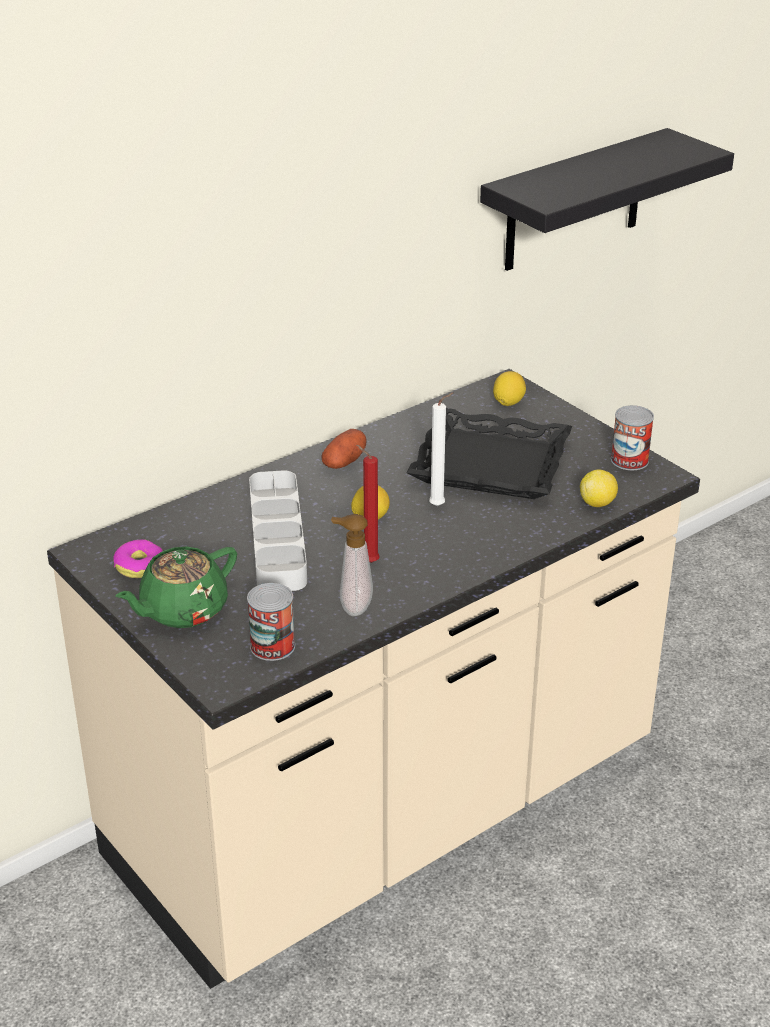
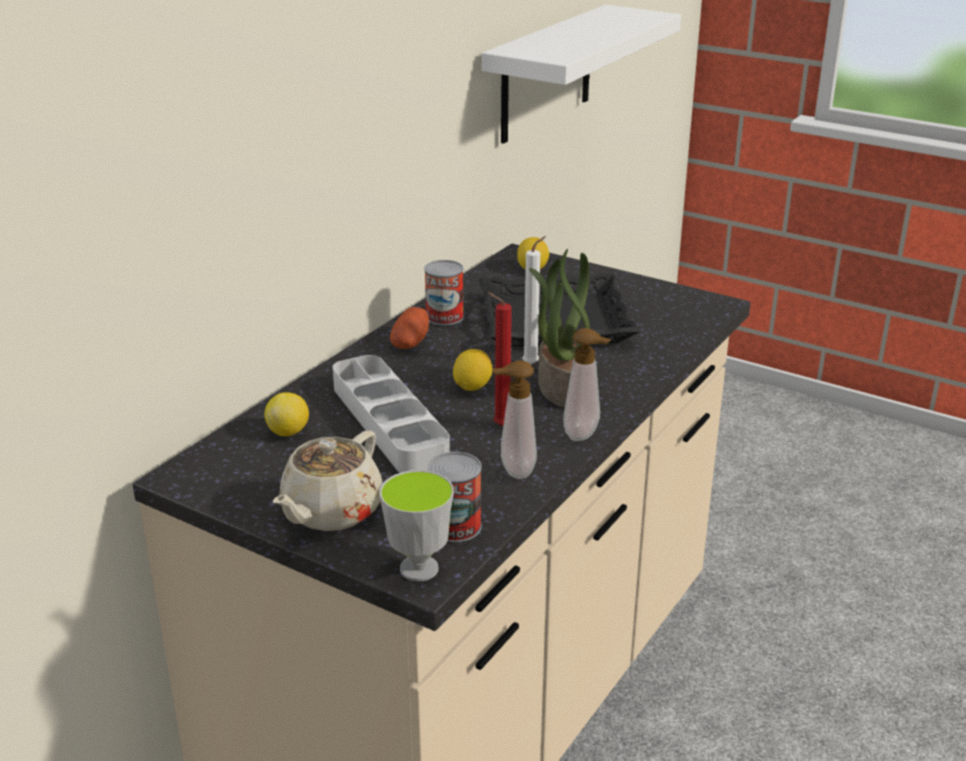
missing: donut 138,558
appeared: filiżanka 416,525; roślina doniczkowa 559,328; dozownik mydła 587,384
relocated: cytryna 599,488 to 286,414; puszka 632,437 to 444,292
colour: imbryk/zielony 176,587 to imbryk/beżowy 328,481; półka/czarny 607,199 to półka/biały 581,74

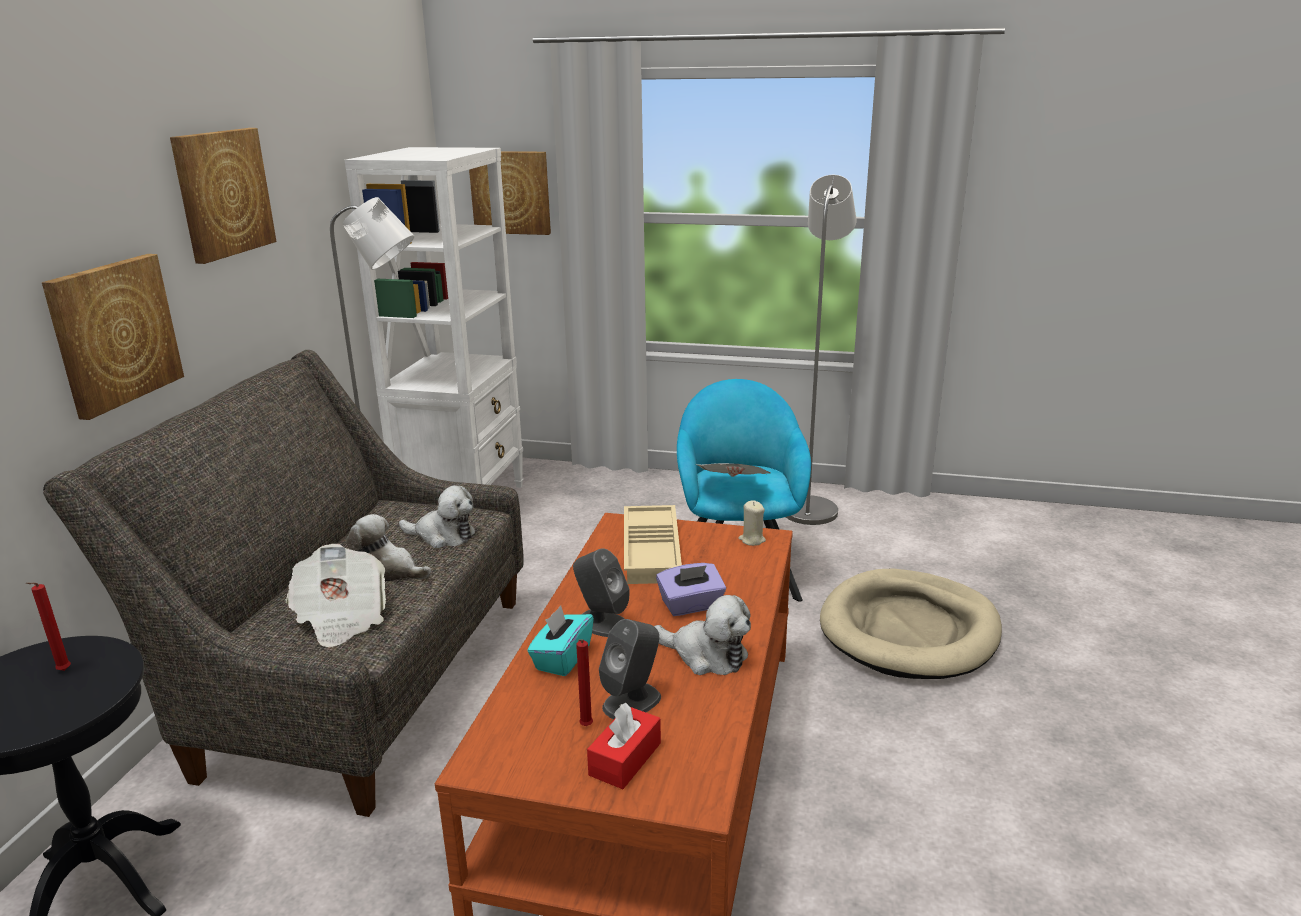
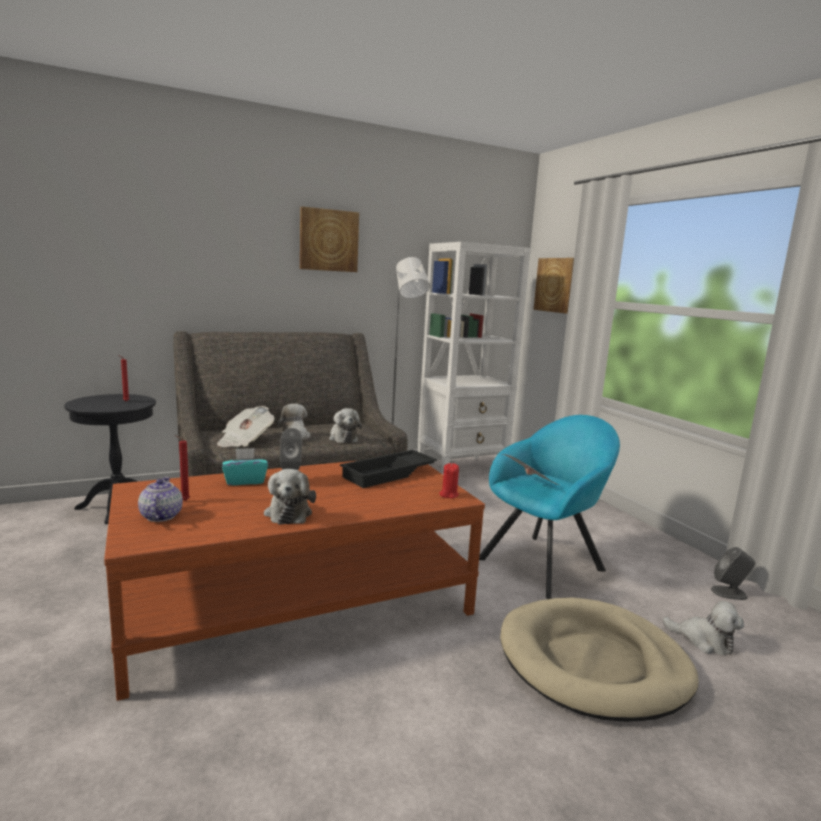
missing: obraz 113,337; pudełko chusteczek/fioletowy 691,589; lampa stojąca/szary 821,350
appeared: pluszak 703,628
relocated: głośnik/szary 630,669 to 733,573
exchanged: pudełko chusteczek/czerwony 624,746 to imbryk 160,499
colour: taca/beżowy 653,544 to taca/czarny 388,469; świeca/beżowy 752,523 to świeca/czerwony 449,481

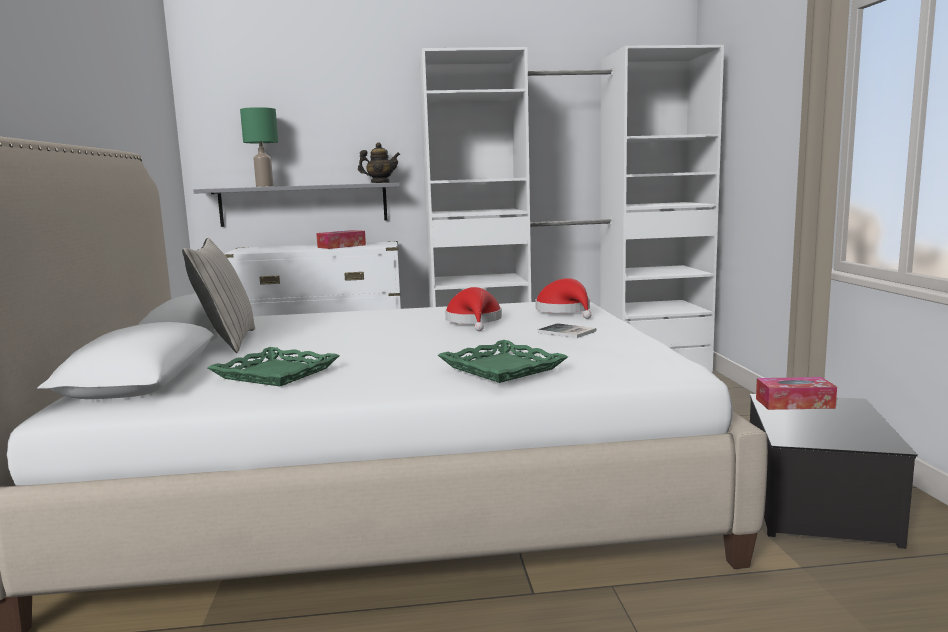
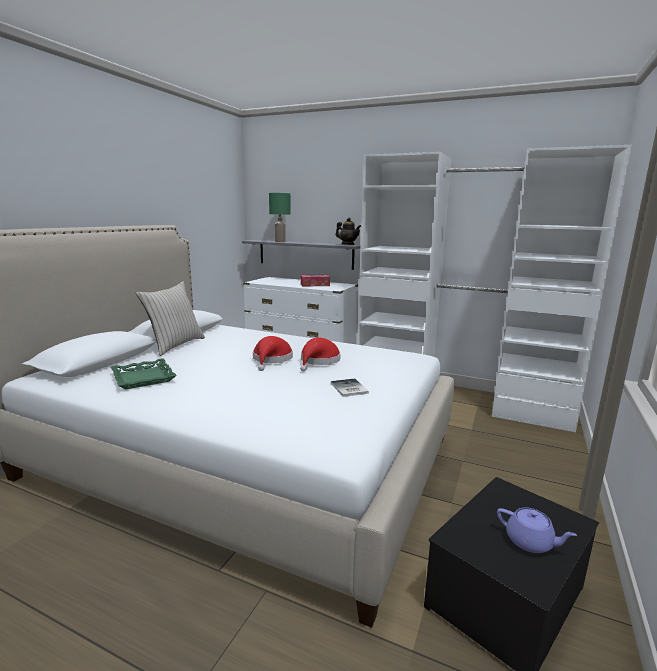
missing: taca/zielony 503,361; pudełko chusteczek 796,393
appeared: imbryk/fioletowy 537,530
relocated: kapelusz/czerwony 563,298 to 273,353

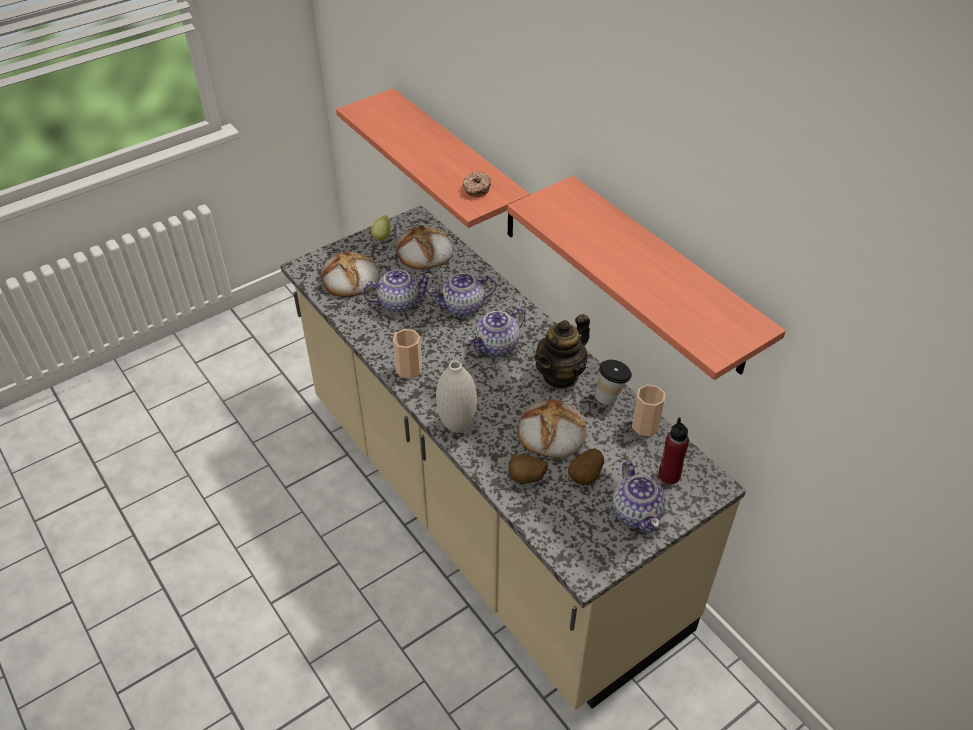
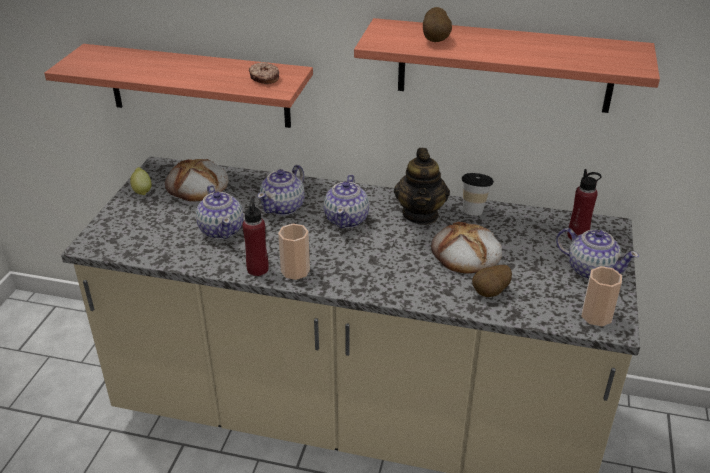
missing: chleb 350,274; wazon/biały 456,397
appeared: butelka/czerwony 255,236
relocated: ziemniak 586,466 to 437,24; filiżanka 649,410 to 601,296
spun: imbryk 397,291 = 220,212 120 degrees clockwise

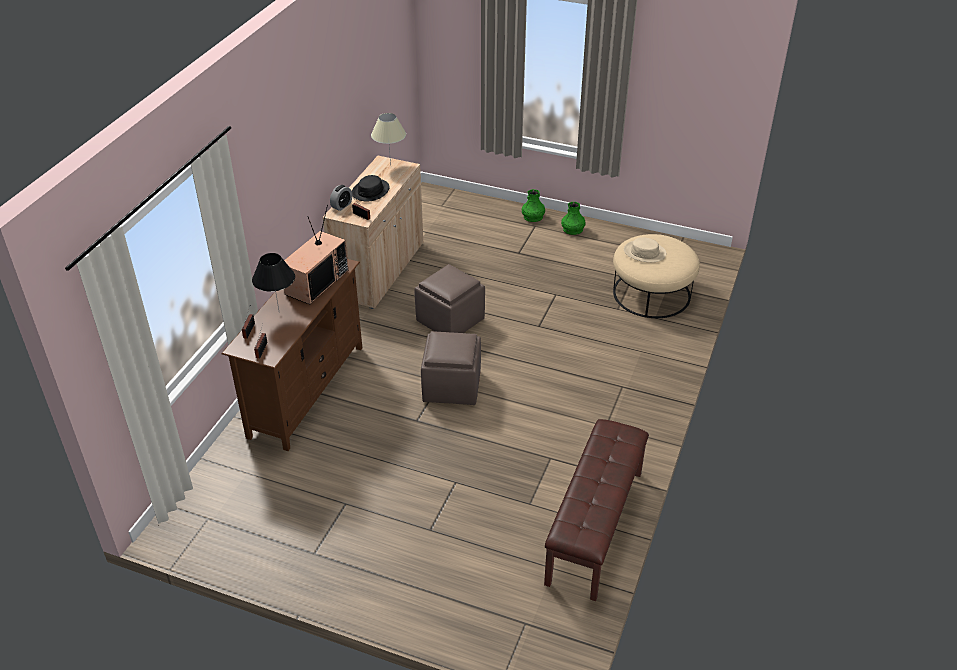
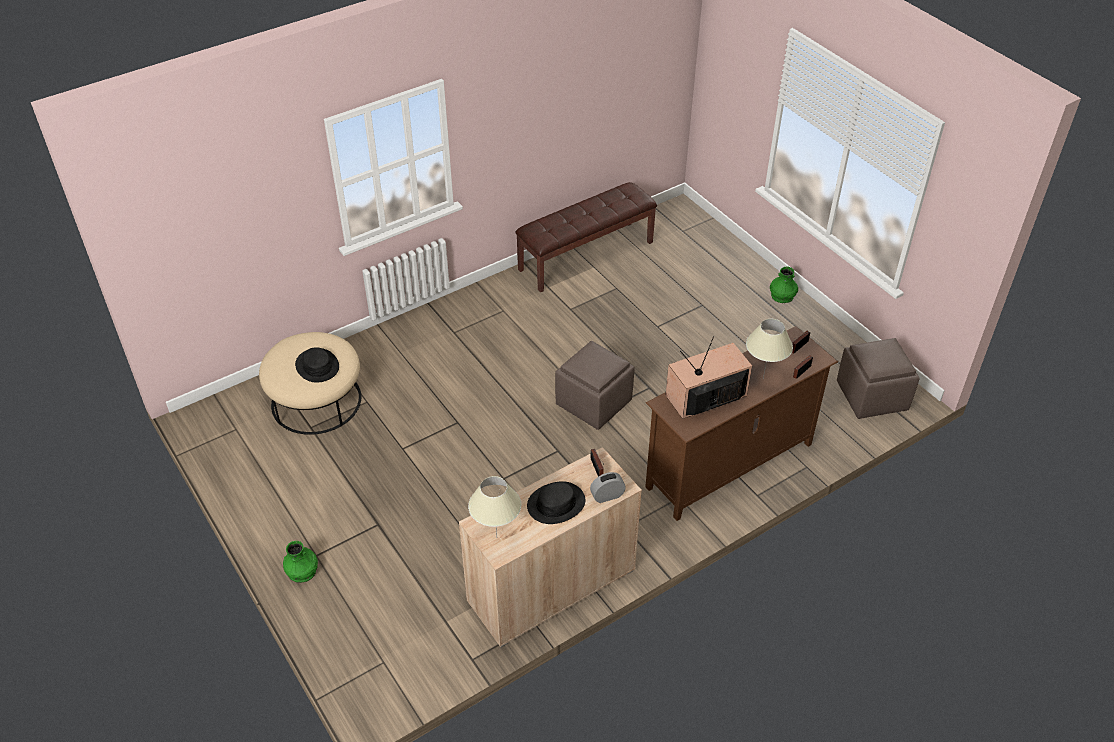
relocated: pufa/brązowy 449,298 to 878,378; wazon/zielony 573,218 to 784,285
colour: lampa stołowa/czarny 273,281 to lampa stołowa/beżowy 769,349; kapelusz/beżowy 645,249 to kapelusz/czarny 317,365

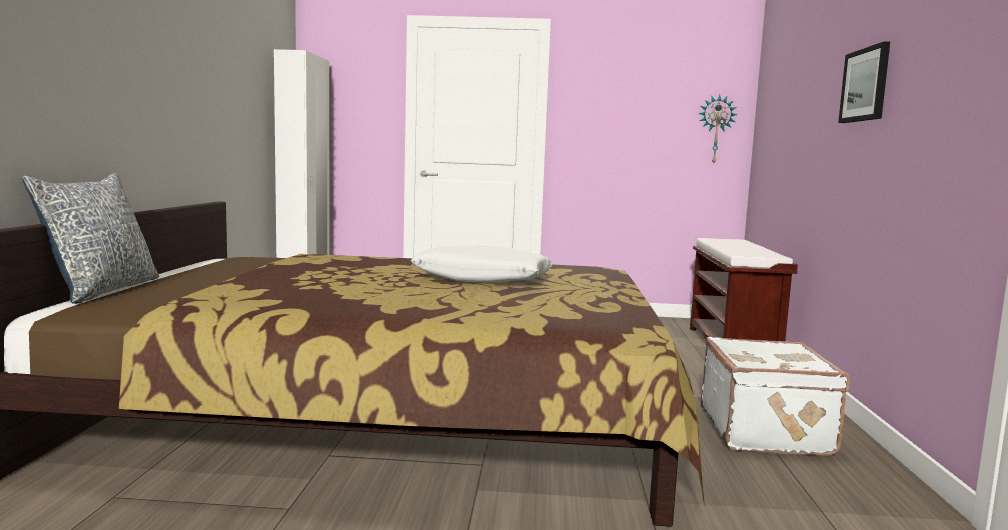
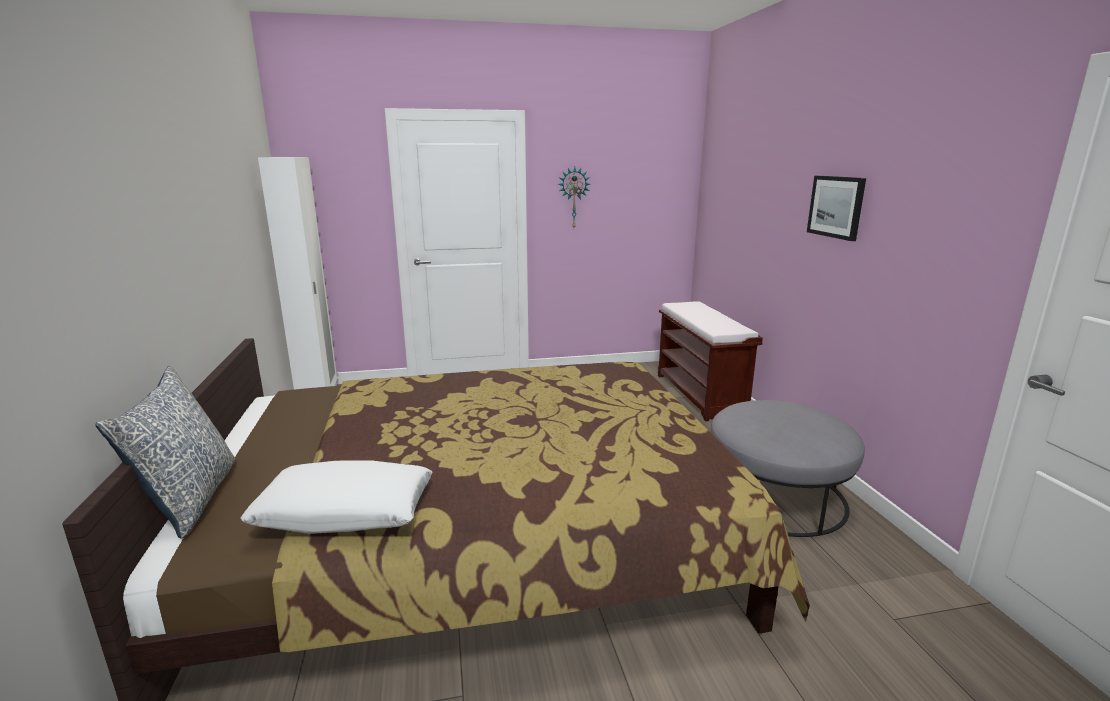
relocated: poduszka/biały 481,264 to 336,497; zegar ścienny 717,129 to 574,197
exchanged: walizka/biały 775,396 to pufa/szary 787,468

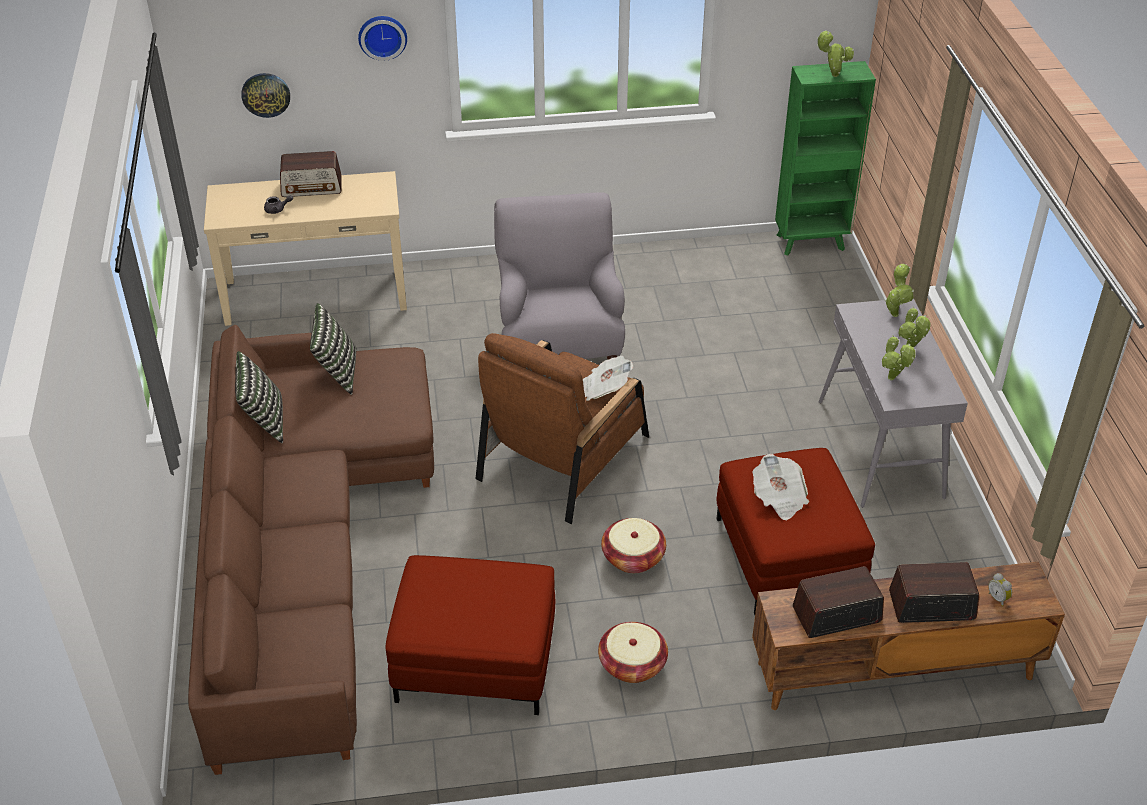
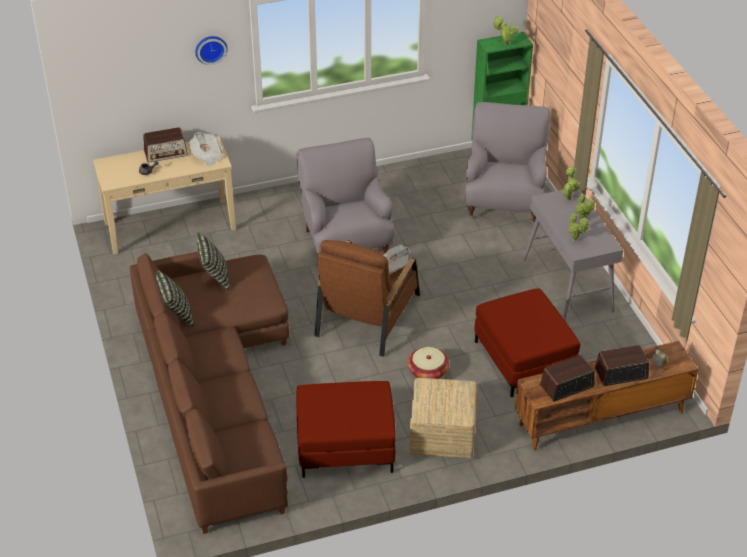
missing: zegar ścienny 265,95
appeared: fotel/szary 507,163
relocated: gazeta 780,487 to 206,149
exchanged: koszyk 633,652 to pufa 443,418

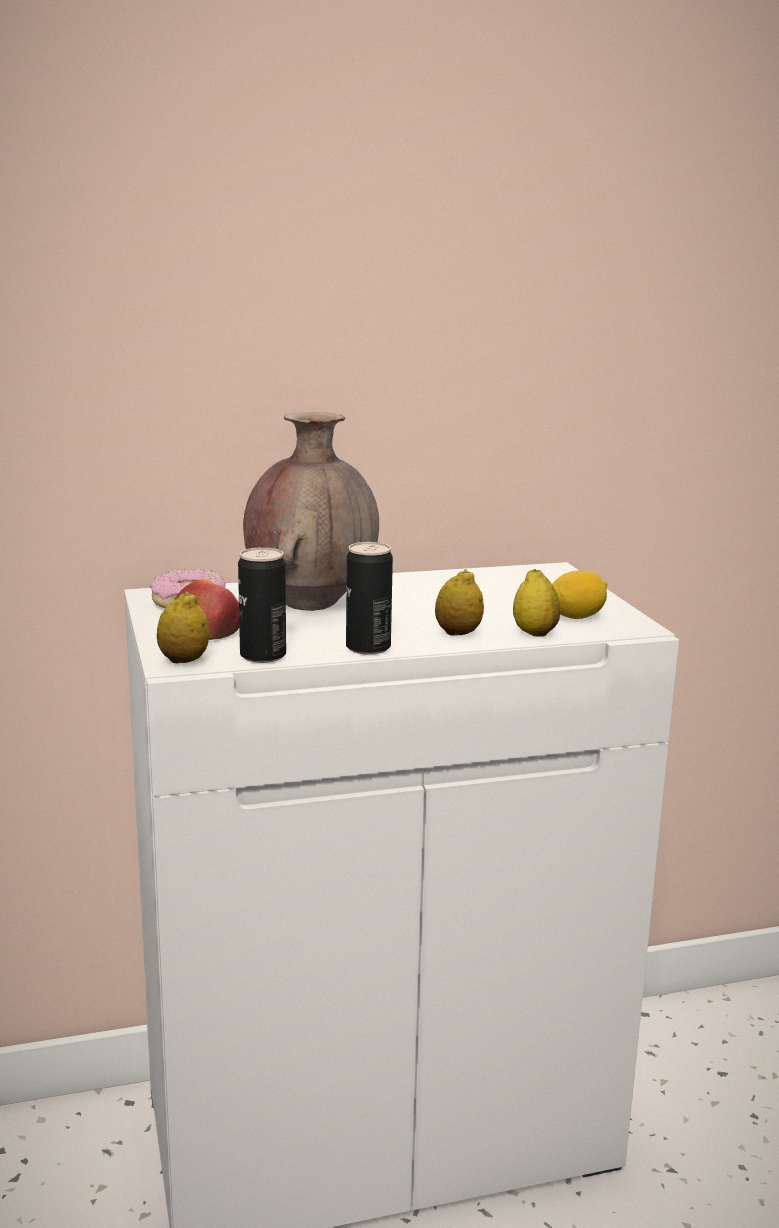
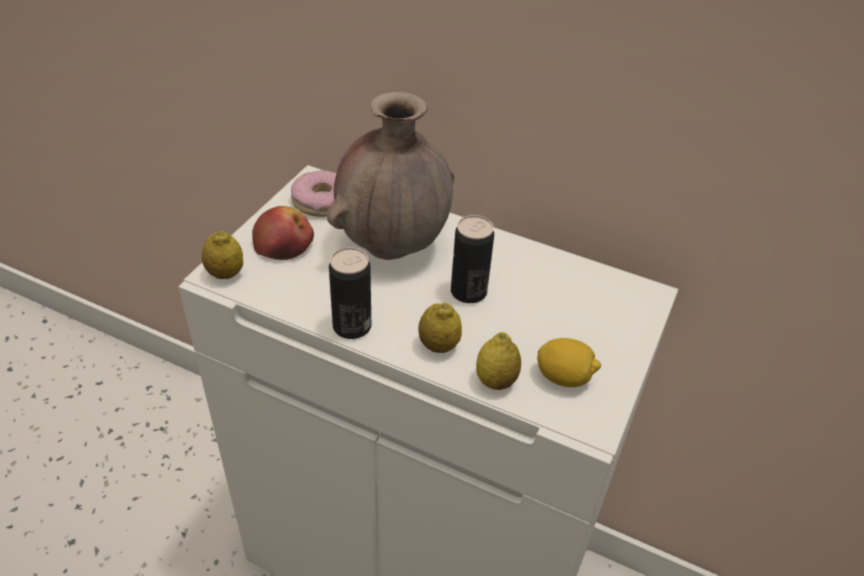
relocated: puszka 262,605 to 472,259

